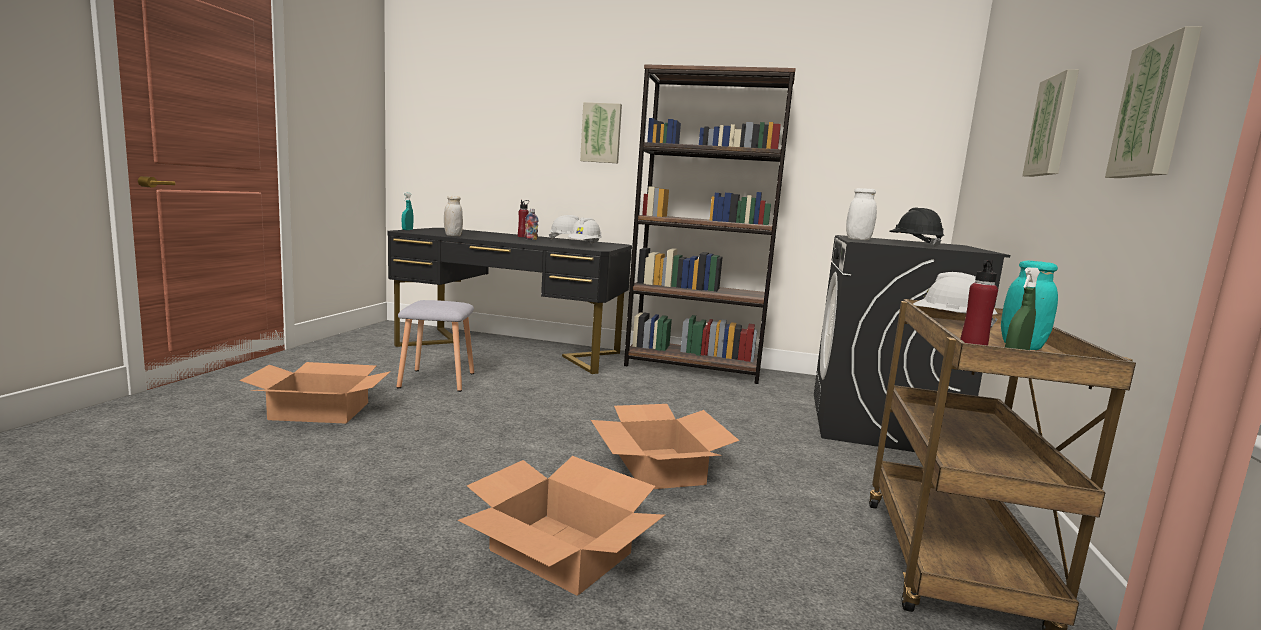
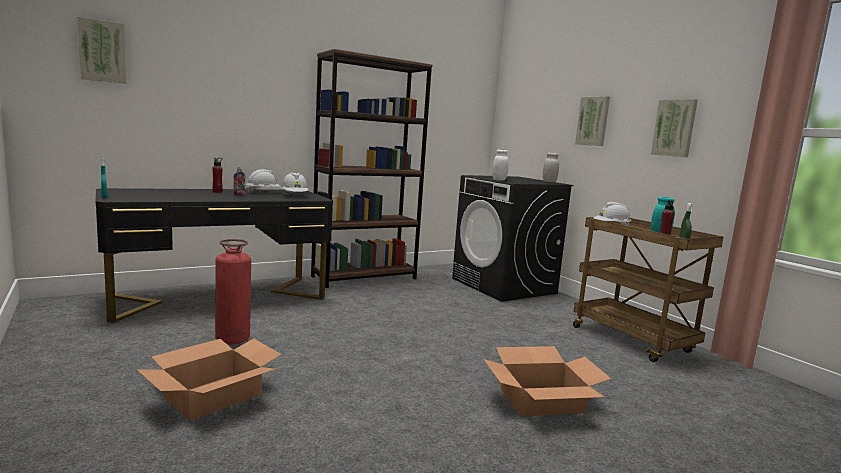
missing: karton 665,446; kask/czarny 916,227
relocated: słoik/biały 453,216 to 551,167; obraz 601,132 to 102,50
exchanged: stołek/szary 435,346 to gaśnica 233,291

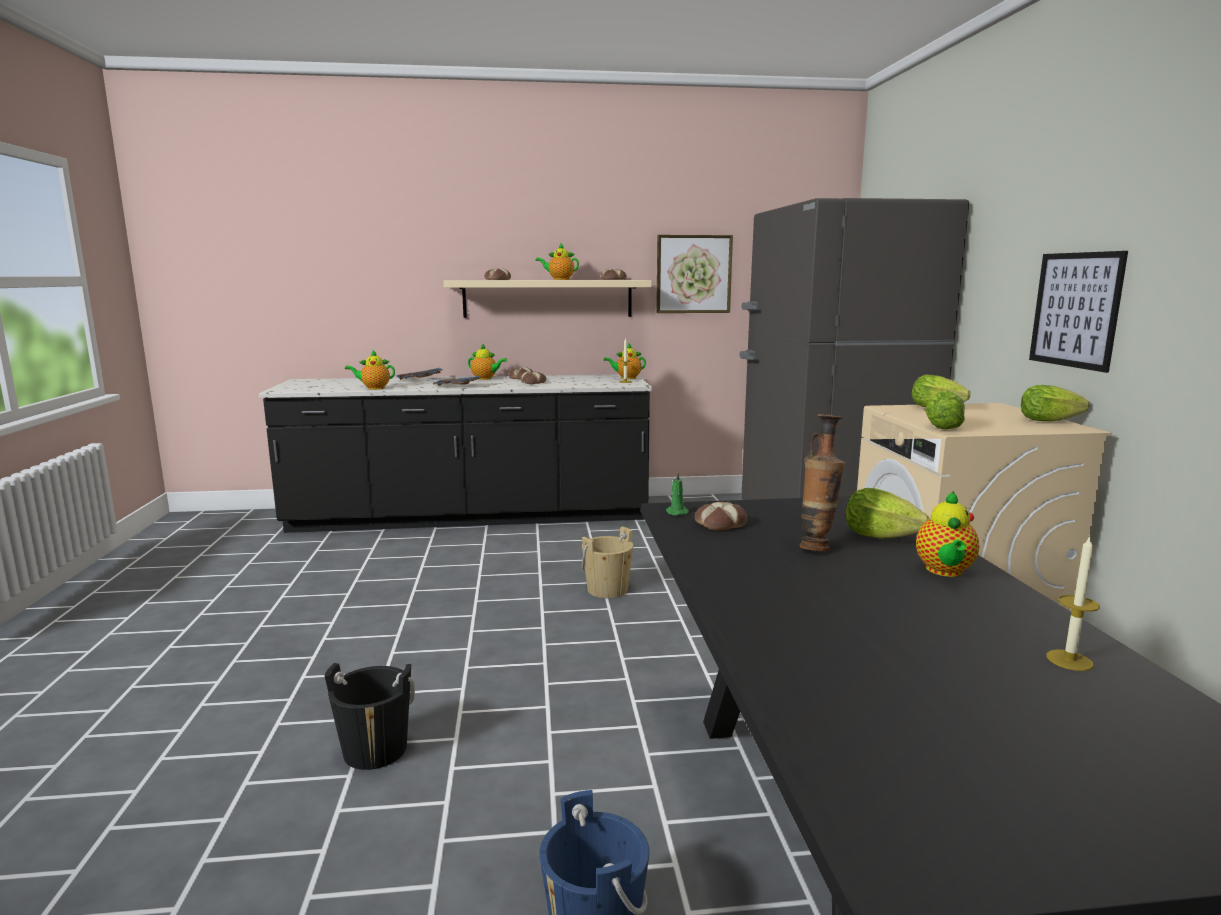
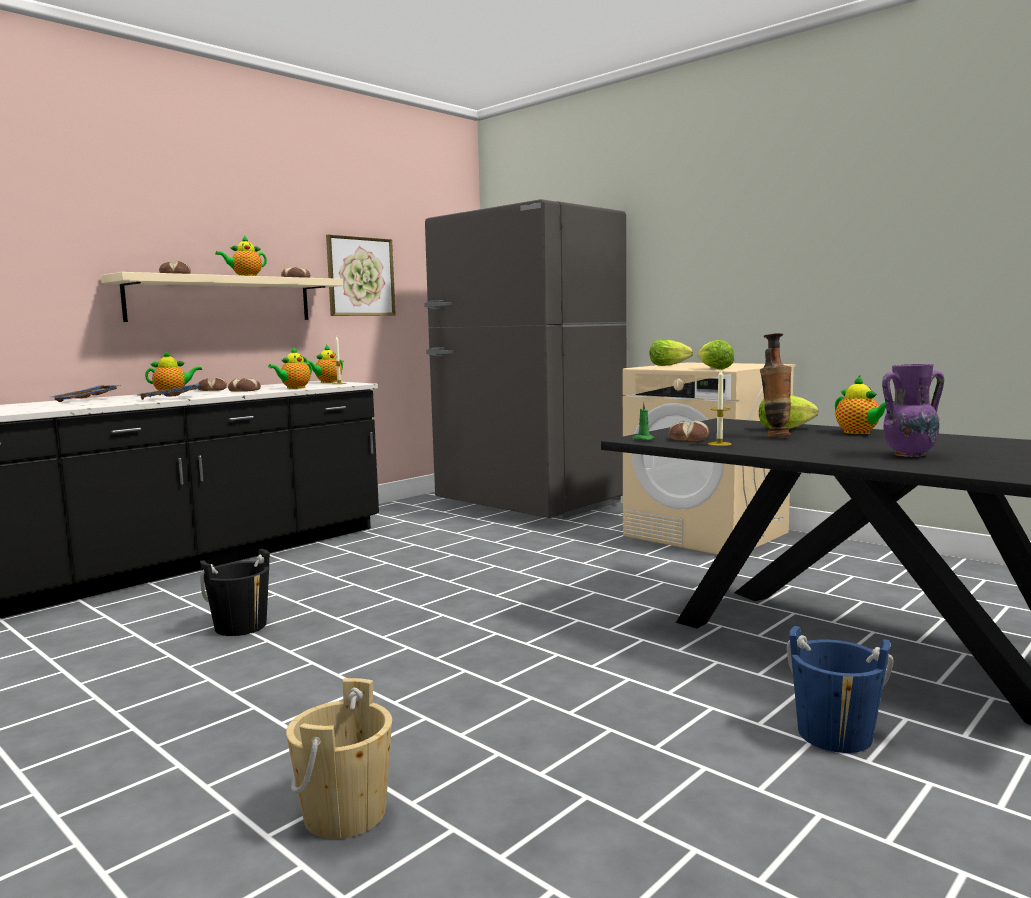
missing: sałata 1055,403; obraz 1078,312
appeared: wazon/fioletowy 913,410
relocated: wiadro/czarny 370,716 to 235,592; imbryk 370,370 to 290,367; wiadro/beżowy 607,562 to 339,758; świeca 1073,603 to 720,408

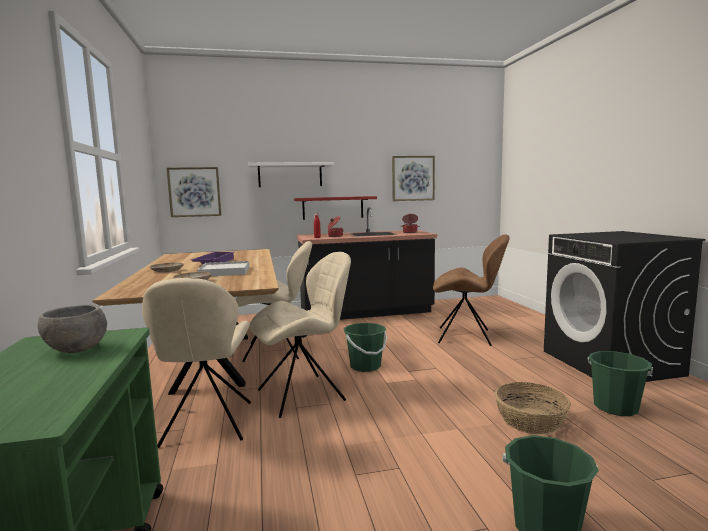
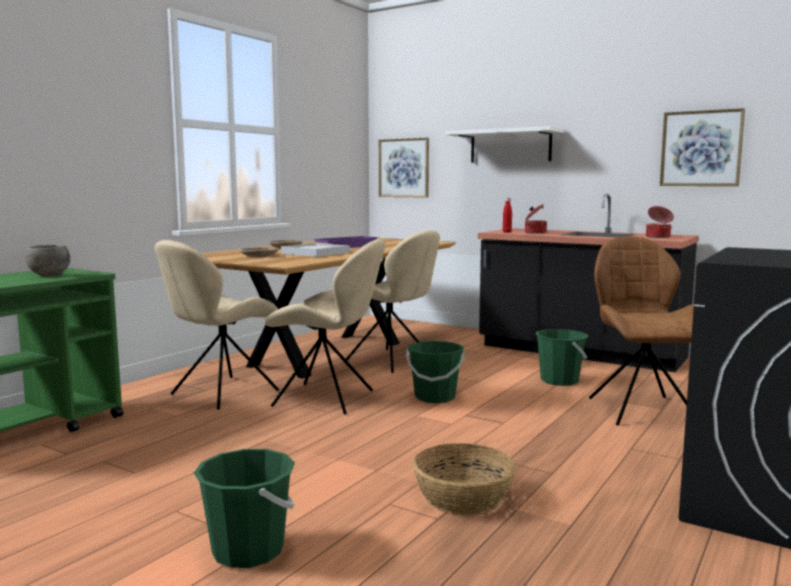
missing: półka/czerwony 335,208
relocated: wiadro/zielony 620,383 to 561,357
spun: krzesło/brązowy 471,290 = 642,331 150 degrees counterclockwise

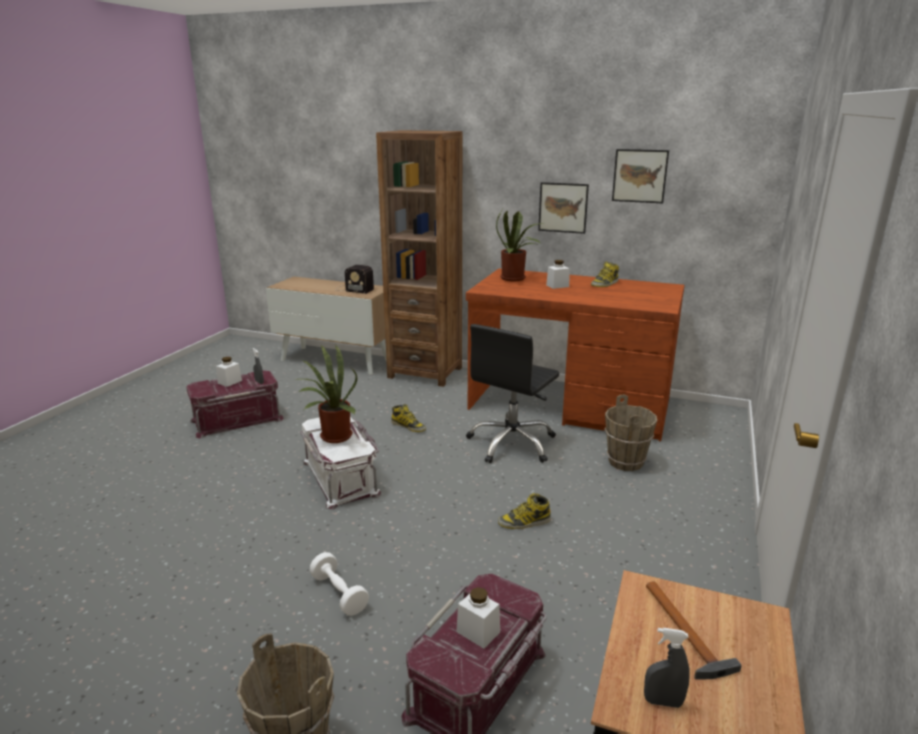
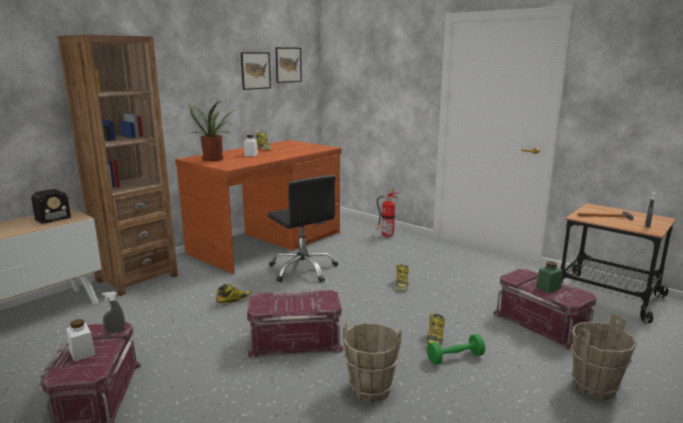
missing: roślina doniczkowa 326,393
appeared: gaśnica 386,213; but z cholewką 435,331
relocated: obraz 563,208 to 288,65; wiadro/brązowy 630,433 to 372,361
colour: pojemnik do przechowywania/biały 340,463 to pojemnik do przechowywania/czerwony 295,324; hantel/biały 339,584 to hantel/zielony 456,349; słoik/biały 478,618 to słoik/zielony 549,277

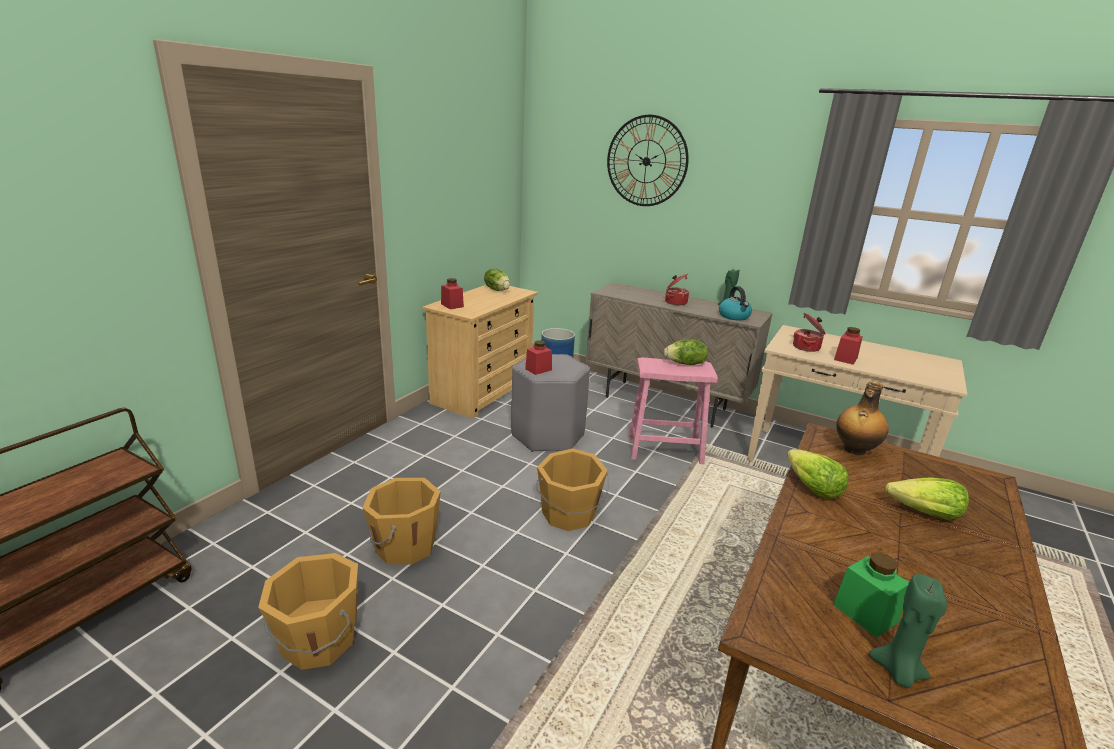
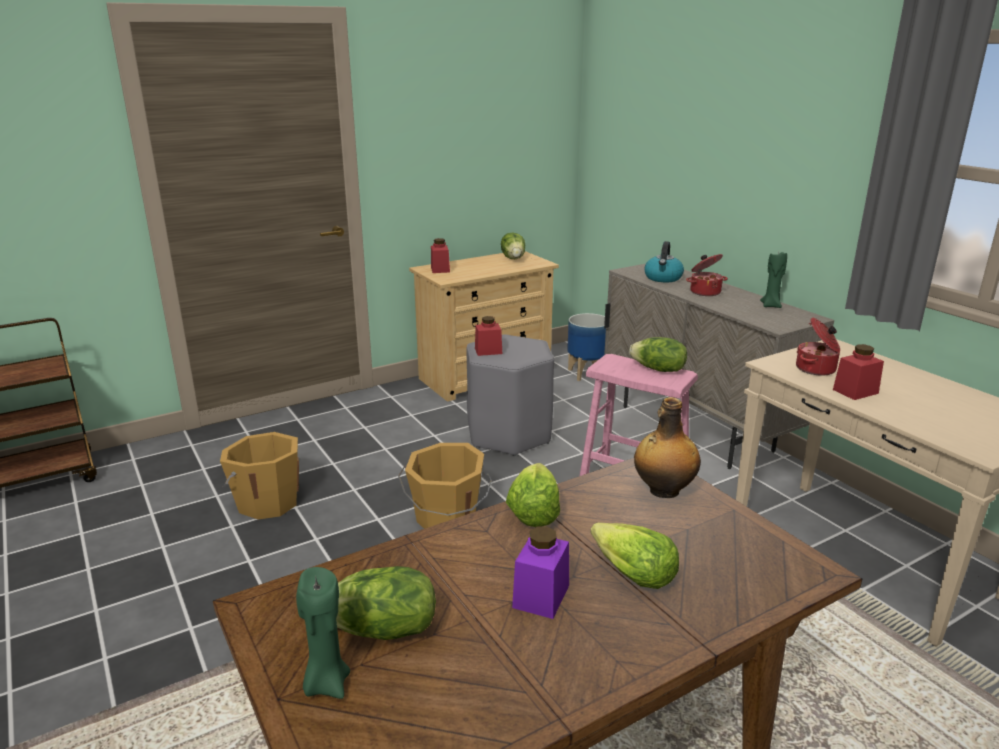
missing: wiadro/pomarańczowy 308,611; zegar ścienny 648,160
appeared: słoik/fioletowy 540,573
relocated: czajnik 735,303 to 664,261
exchanged: słoik/zielony 871,594 to sałata 386,603

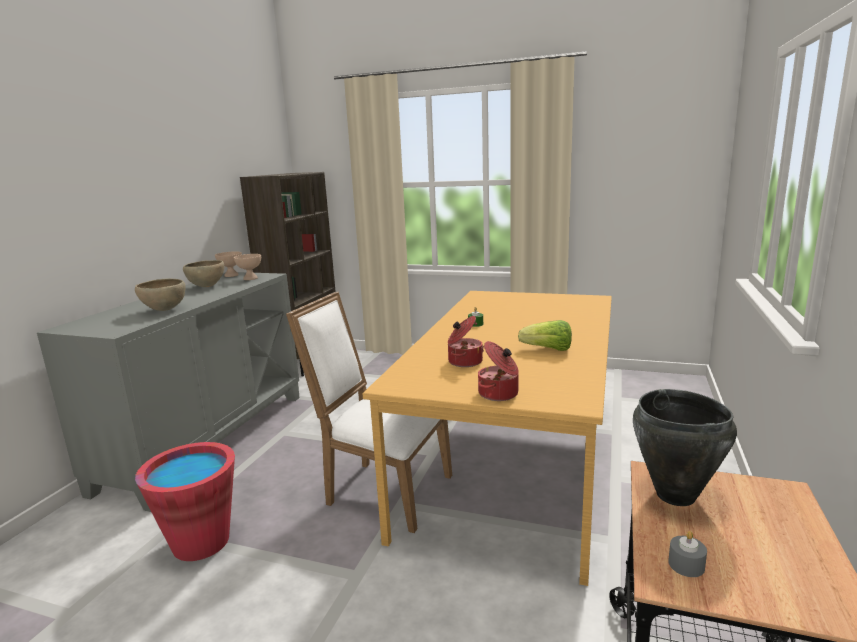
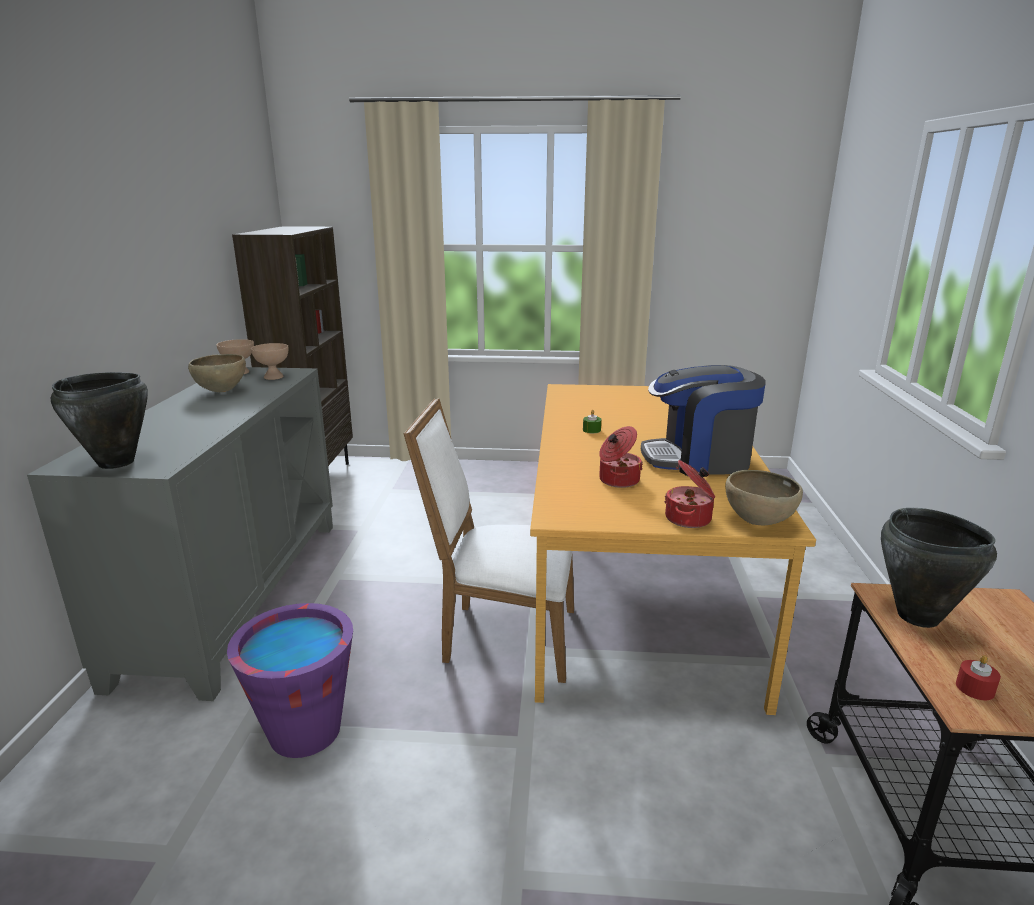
appeared: garnek/czarny 99,420
relocated: miska/brązowy 160,294 to 764,497
exchanged: sałata 545,335 to ekspres do kawy 703,420
colour: wiadro/czerwony 185,501 to wiadro/fioletowy 290,680; świeca/szary 687,554 to świeca/czerwony 978,678

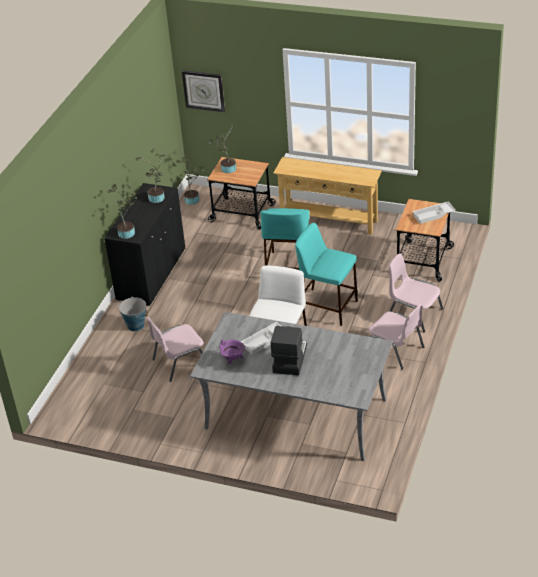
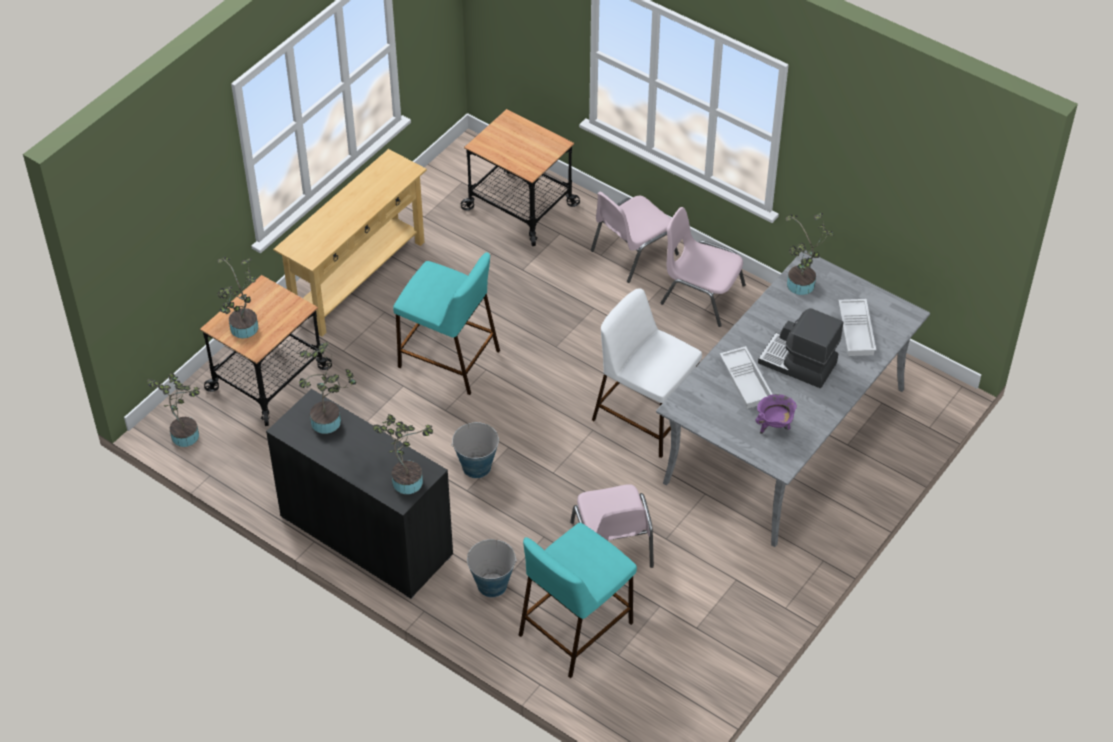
missing: zegar ścienny 203,91
appeared: wiadro 475,450; roślina doniczkowa 809,254
relocated: stołek/turkusowy 326,274 to 578,600; taca/biały 434,213 to 857,327
spun: krzesło/różowy 396,336 = 703,267 120 degrees counterclockwise

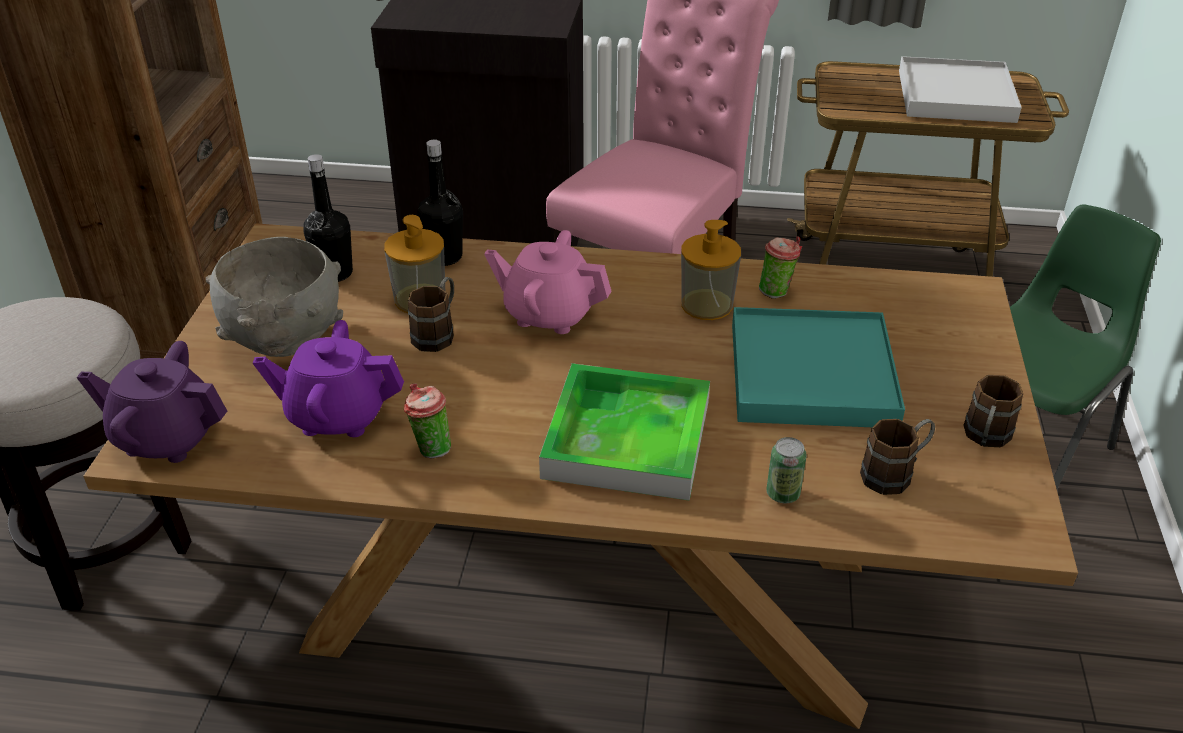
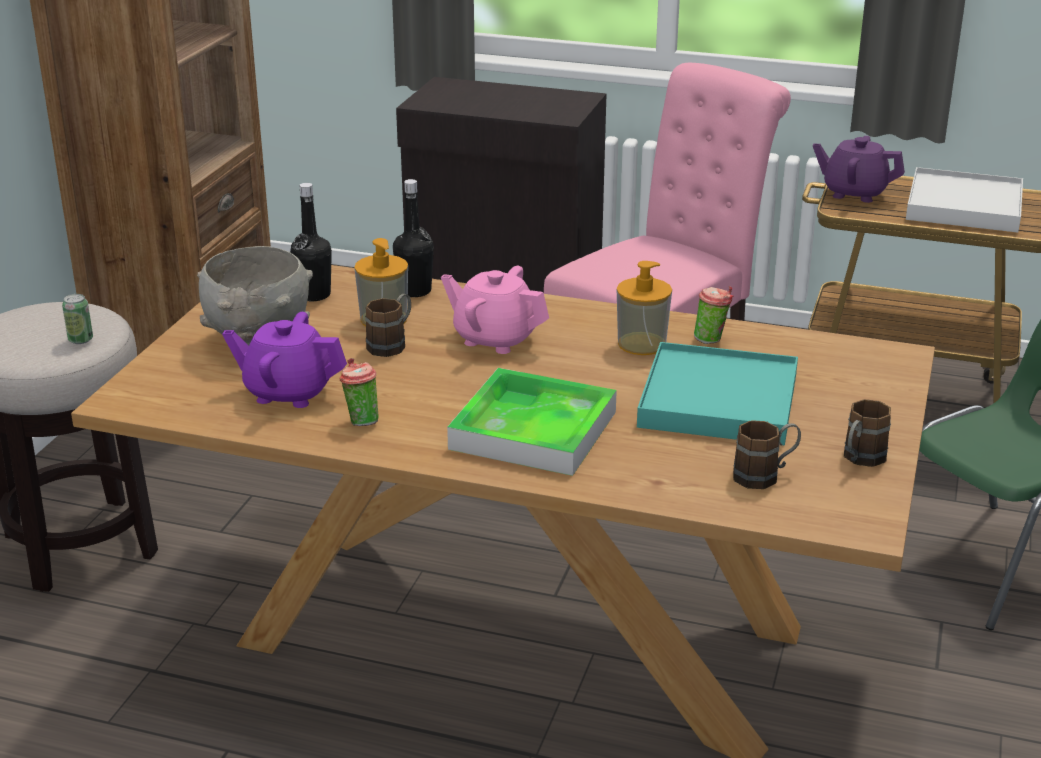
relocated: imbryk/fioletowy 152,402 to 859,169; puszka 786,470 to 77,319

